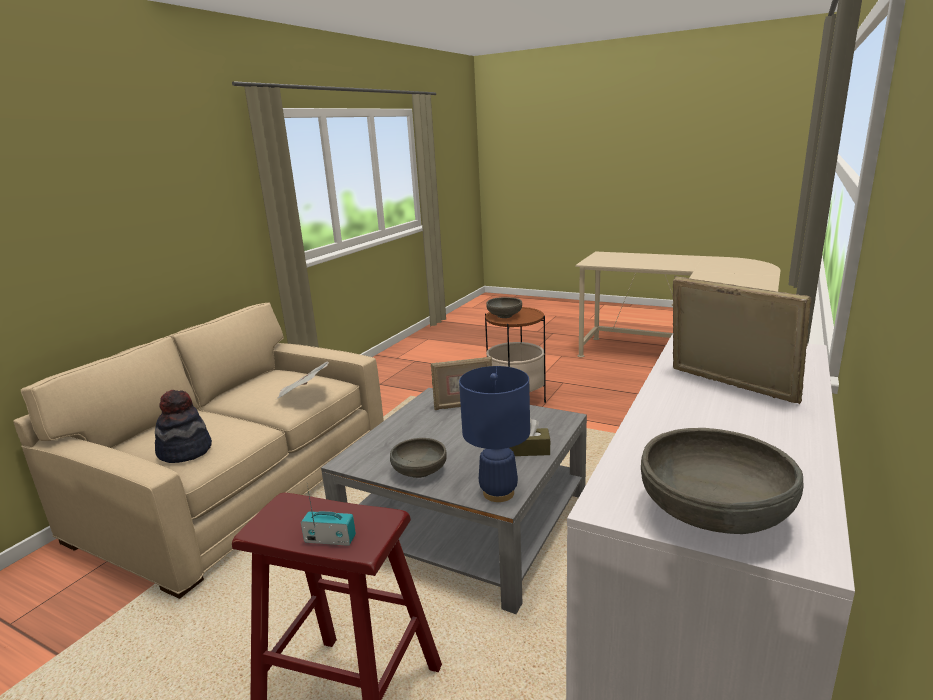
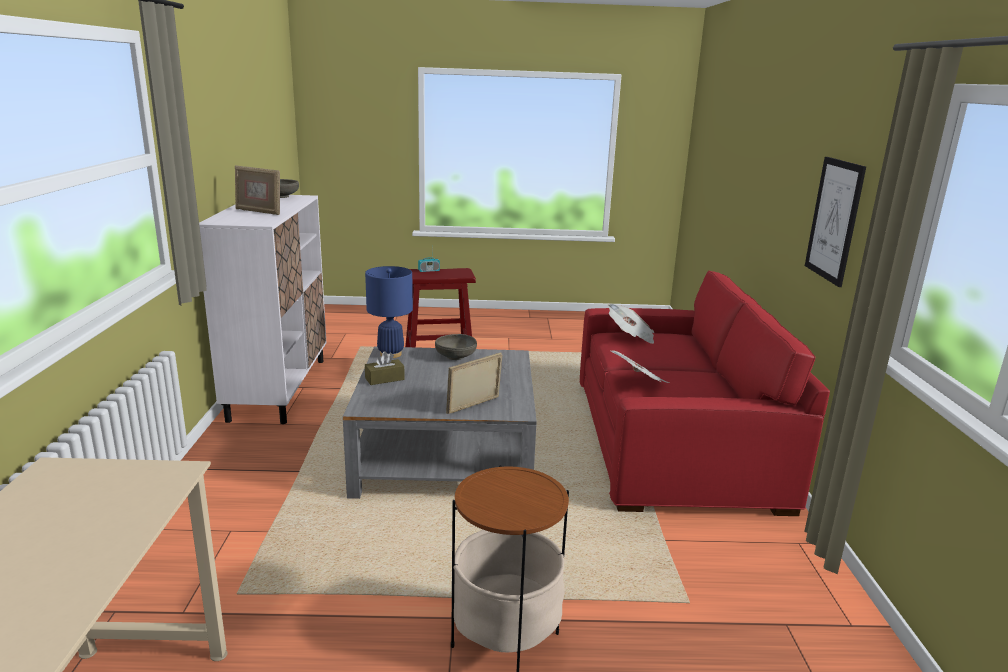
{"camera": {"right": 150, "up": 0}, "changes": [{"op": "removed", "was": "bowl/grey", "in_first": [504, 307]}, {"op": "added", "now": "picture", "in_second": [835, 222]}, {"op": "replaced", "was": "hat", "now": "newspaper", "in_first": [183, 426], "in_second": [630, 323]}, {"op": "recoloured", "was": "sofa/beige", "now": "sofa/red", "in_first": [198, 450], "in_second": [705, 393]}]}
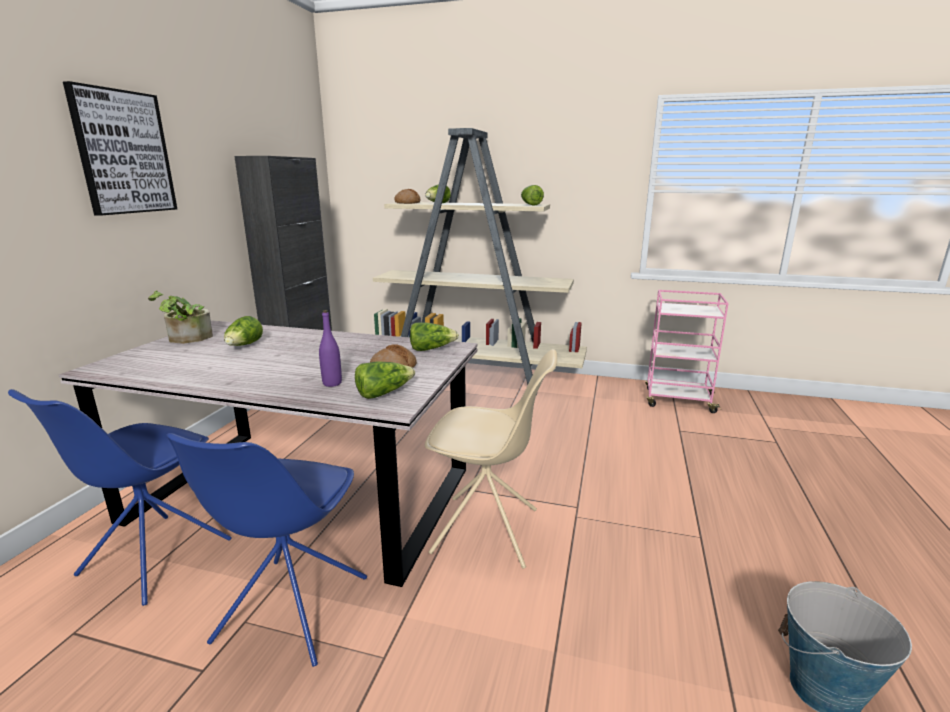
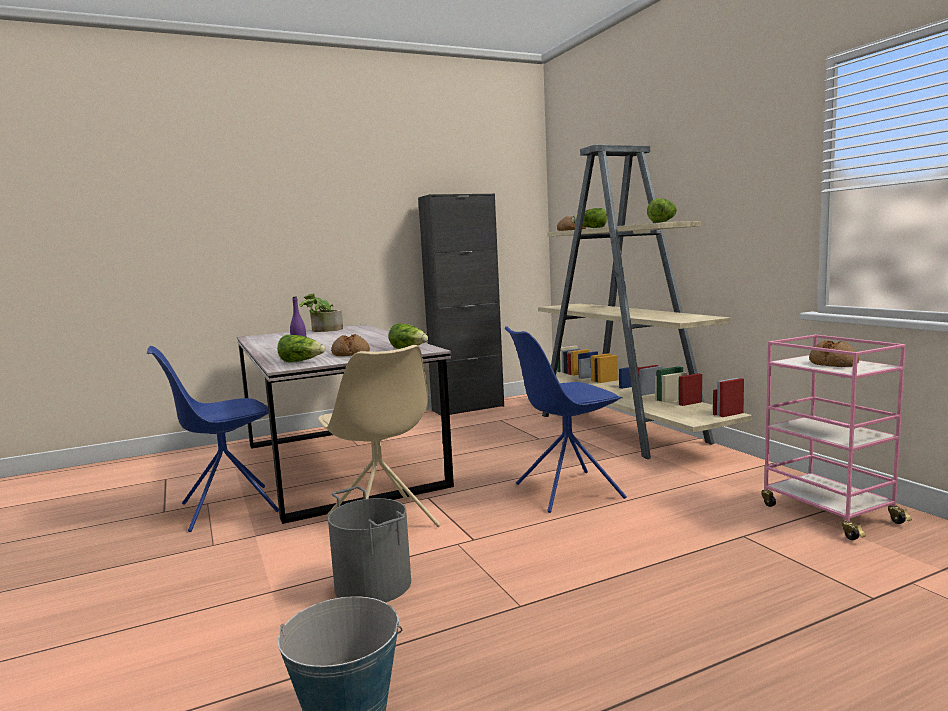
{"camera": {"right": 50, "up": -10}, "changes": [{"op": "removed", "was": "picture", "in_first": [120, 148]}, {"op": "removed", "was": "lettuce", "in_first": [243, 331]}, {"op": "added", "now": "bucket/grey", "in_second": [369, 544]}, {"op": "added", "now": "bread", "in_second": [834, 353]}, {"op": "moved", "was": "chair/blue", "in_first": [120, 497], "in_second": [566, 419]}]}
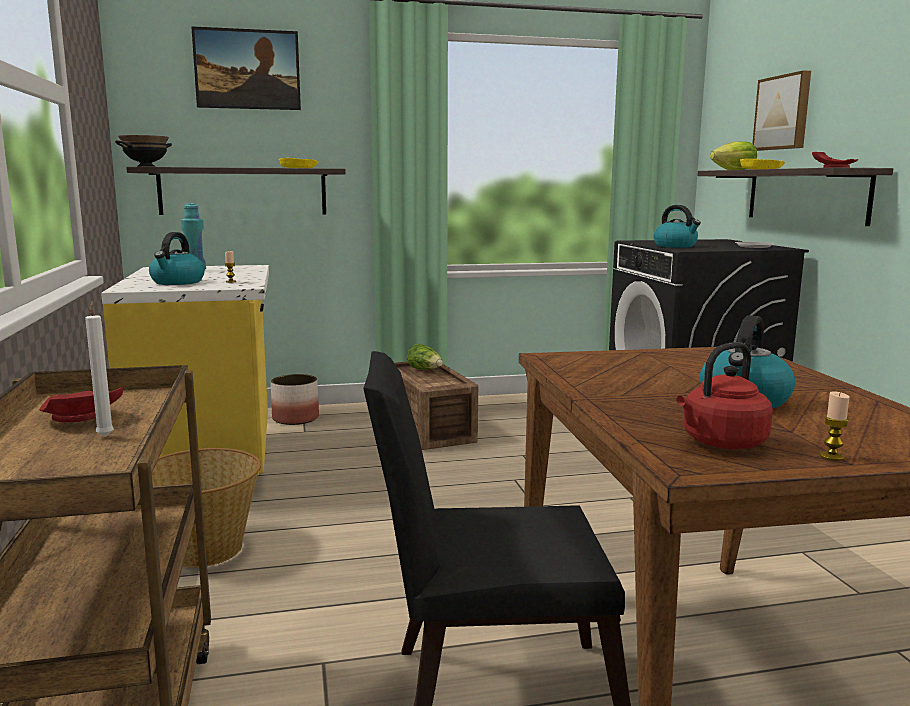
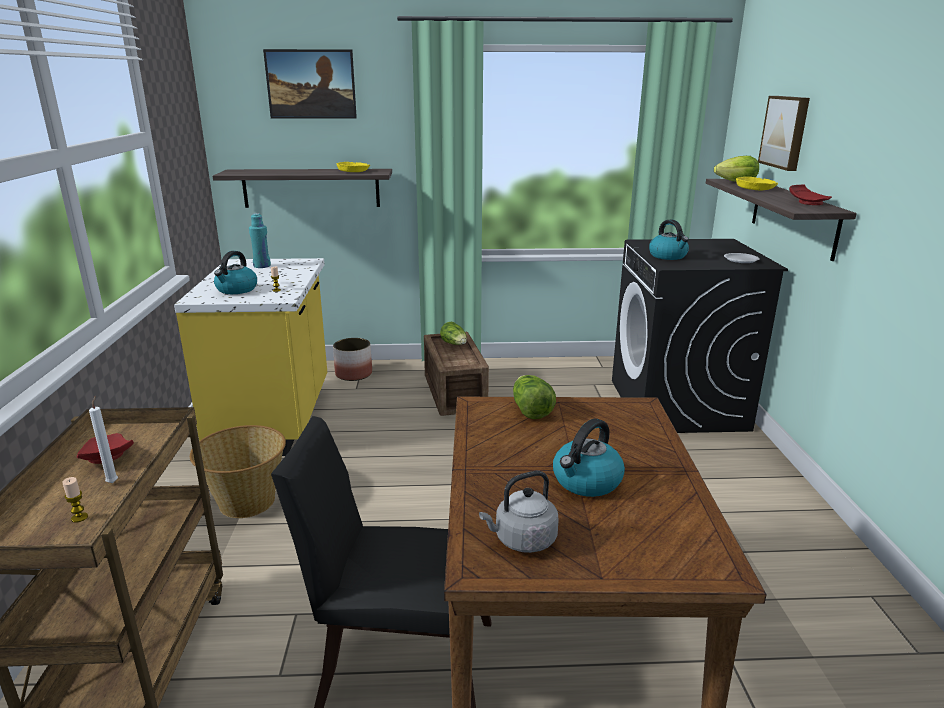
{"camera": {"right": 10, "up": 10}, "changes": [{"op": "removed", "was": "bowl/black", "in_first": [143, 151]}, {"op": "added", "now": "lettuce", "in_second": [534, 397]}, {"op": "moved", "was": "candle", "in_first": [835, 426], "in_second": [75, 500]}, {"op": "recoloured", "was": "kettle/red", "now": "kettle/grey", "in_first": [724, 395], "in_second": [519, 512]}]}
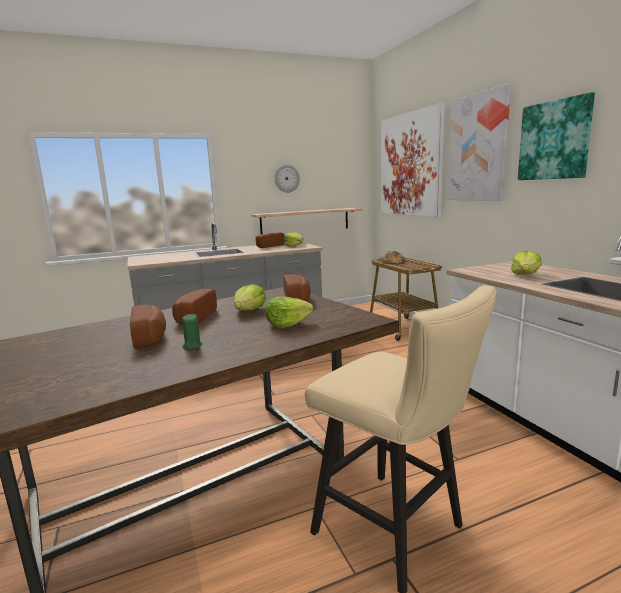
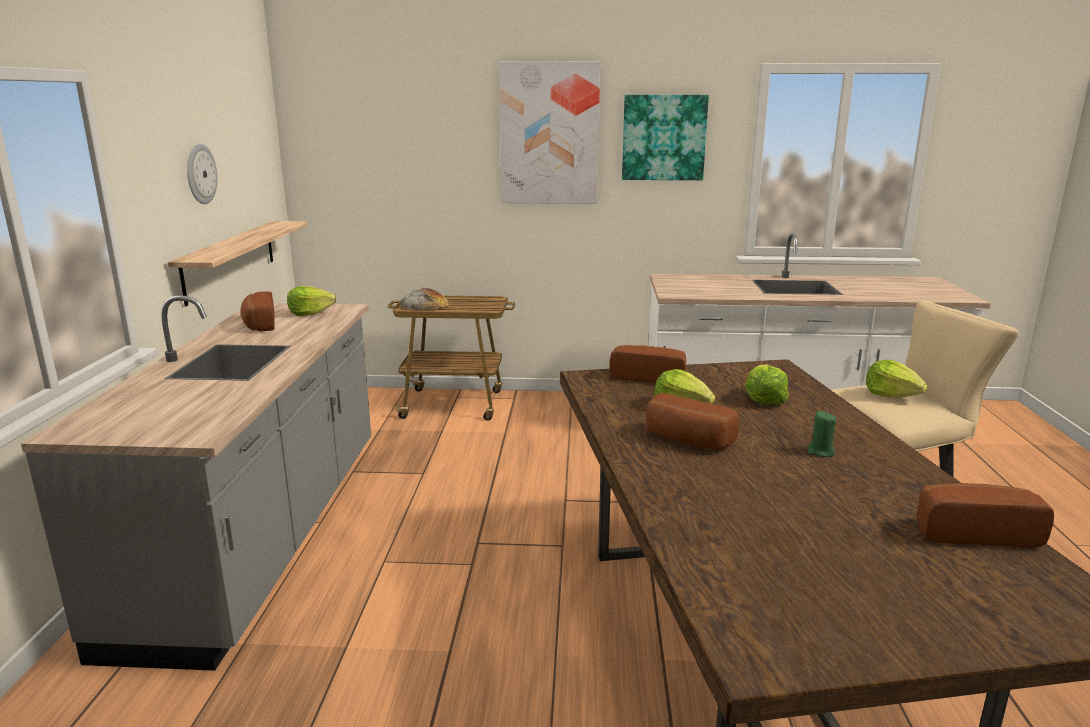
{"camera": {"right": -65, "up": 5}, "changes": [{"op": "removed", "was": "picture", "in_first": [413, 160]}, {"op": "moved", "was": "bread", "in_first": [148, 326], "in_second": [985, 515]}, {"op": "moved", "was": "lettuce", "in_first": [526, 263], "in_second": [896, 378]}]}
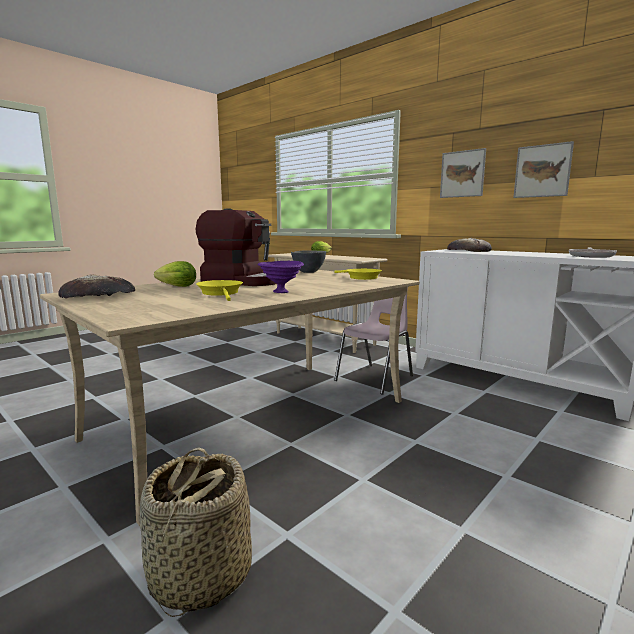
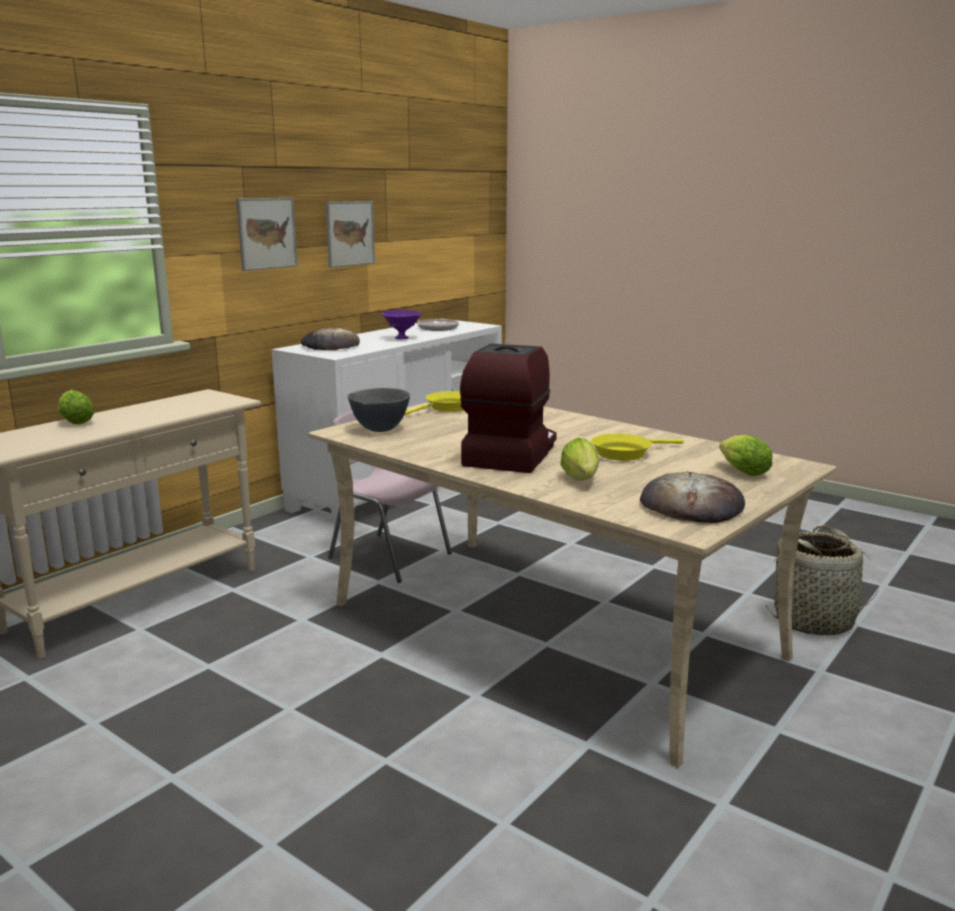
{"camera": {"right": -95, "up": 5}, "changes": [{"op": "added", "now": "lettuce", "in_second": [745, 455]}, {"op": "moved", "was": "bowl/purple", "in_first": [280, 277], "in_second": [402, 324]}]}
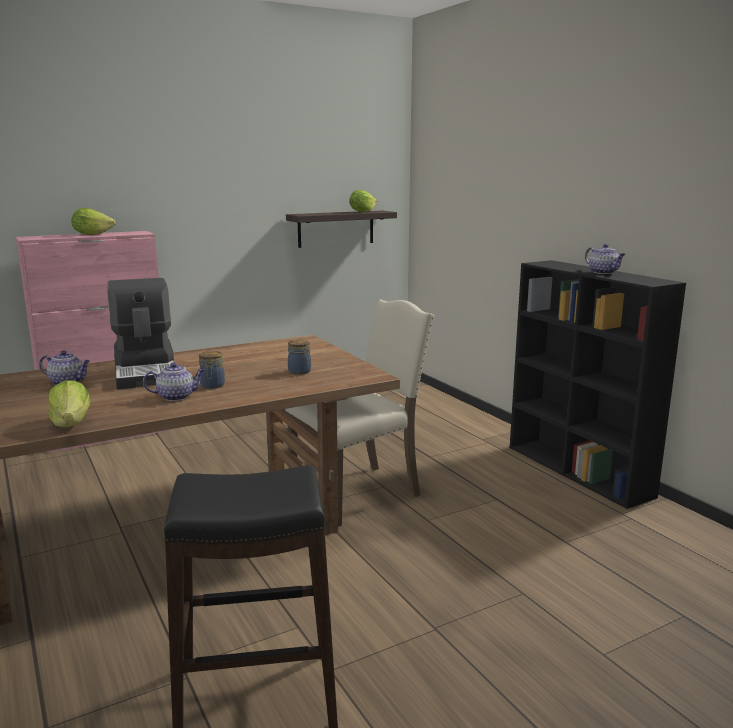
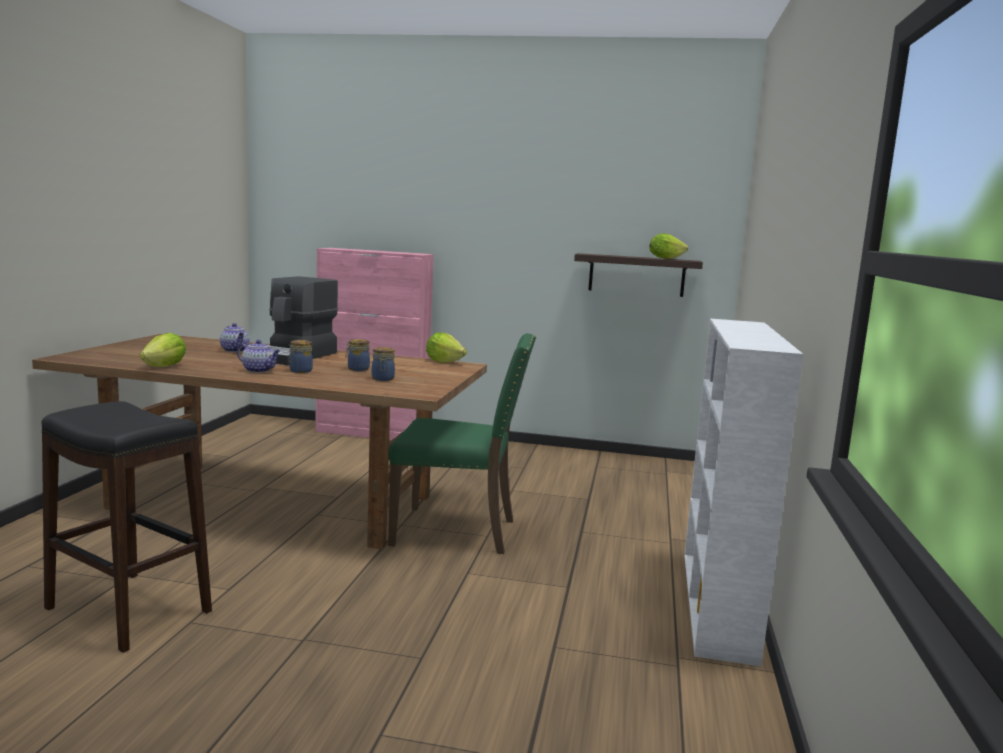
{"camera": {"right": 40, "up": -5}, "changes": [{"op": "removed", "was": "teapot", "in_first": [605, 259]}, {"op": "added", "now": "jar", "in_second": [357, 355]}, {"op": "moved", "was": "lettuce", "in_first": [93, 221], "in_second": [446, 347]}, {"op": "recoloured", "was": "chair/beige", "now": "chair/green", "in_first": [359, 413], "in_second": [462, 443]}, {"op": "recoloured", "was": "bookcase/black", "now": "bookcase/white", "in_first": [598, 384], "in_second": [743, 493]}]}
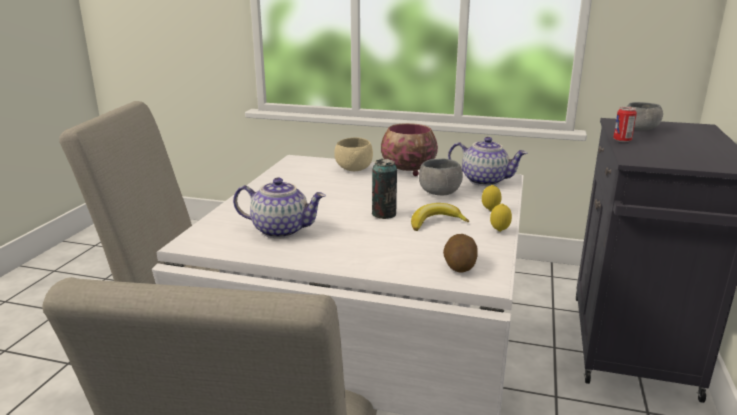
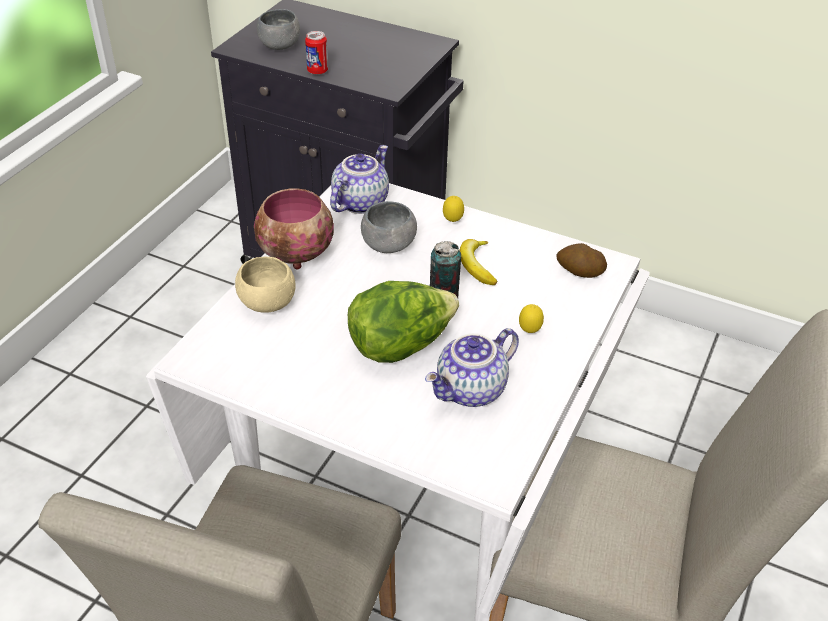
{"camera": {"right": -80, "up": 20}, "changes": [{"op": "added", "now": "lettuce", "in_second": [403, 322]}, {"op": "moved", "was": "lemon", "in_first": [501, 218], "in_second": [531, 318]}, {"op": "turned", "was": "teapot", "in_first": [279, 208], "in_second": [472, 367], "clockwise": -150}]}
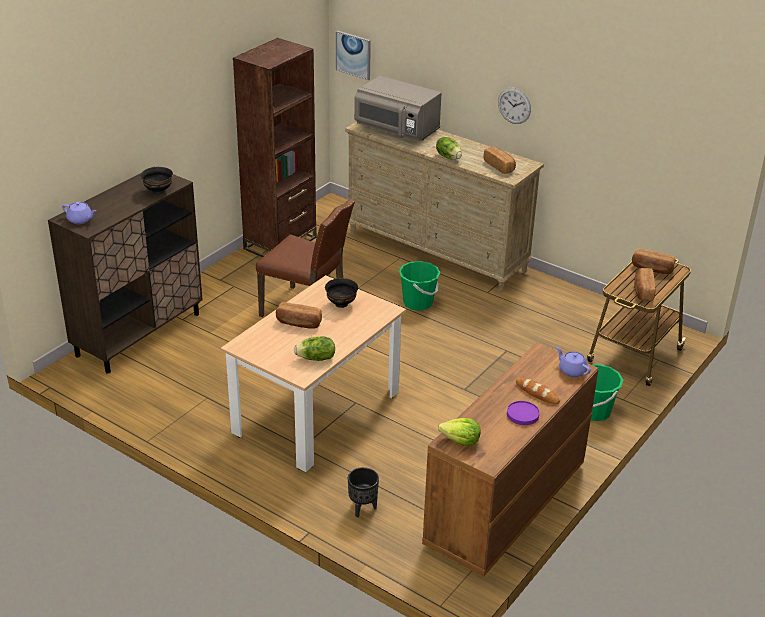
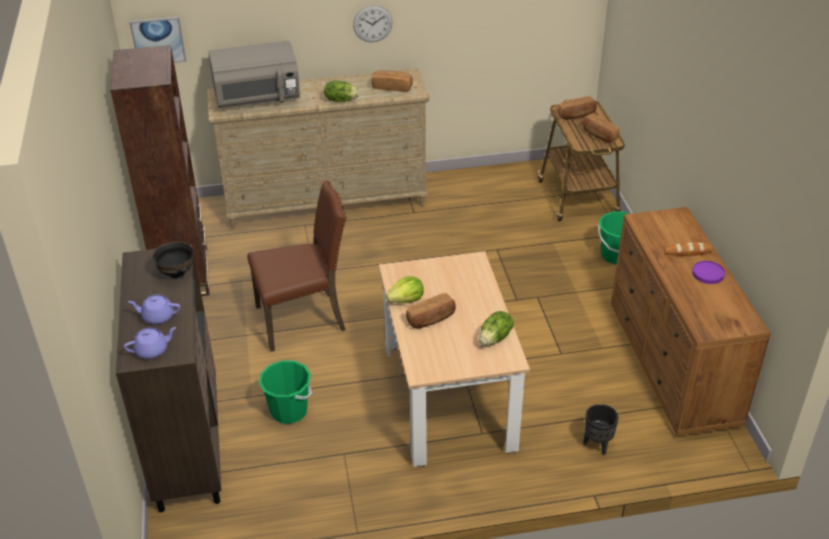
{"camera": {"right": -45, "up": 5}, "changes": [{"op": "removed", "was": "bowl/black", "in_first": [341, 293]}, {"op": "moved", "was": "bucket/green", "in_first": [419, 286], "in_second": [285, 392]}, {"op": "moved", "was": "lettuce", "in_first": [459, 432], "in_second": [405, 289]}, {"op": "moved", "was": "teapot/purple", "in_first": [574, 362], "in_second": [154, 310]}]}
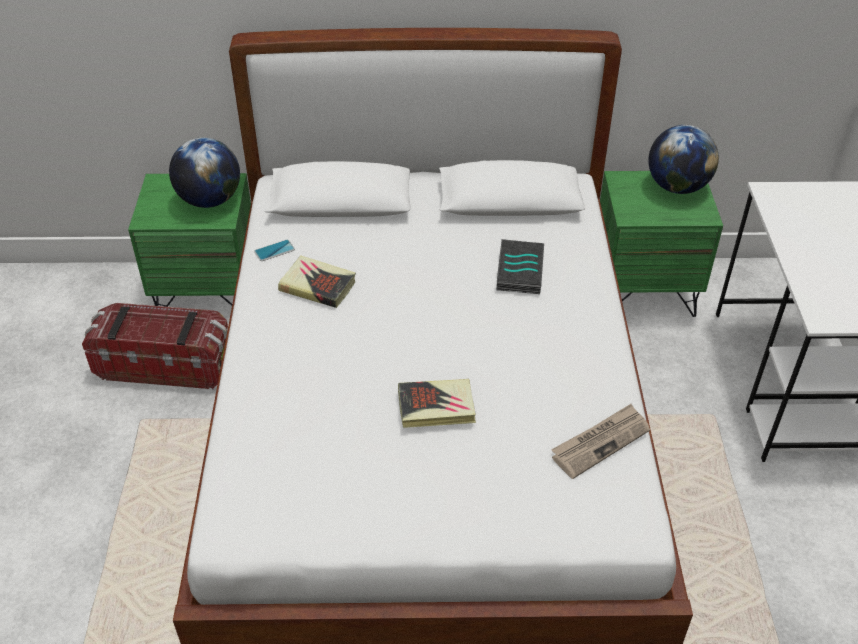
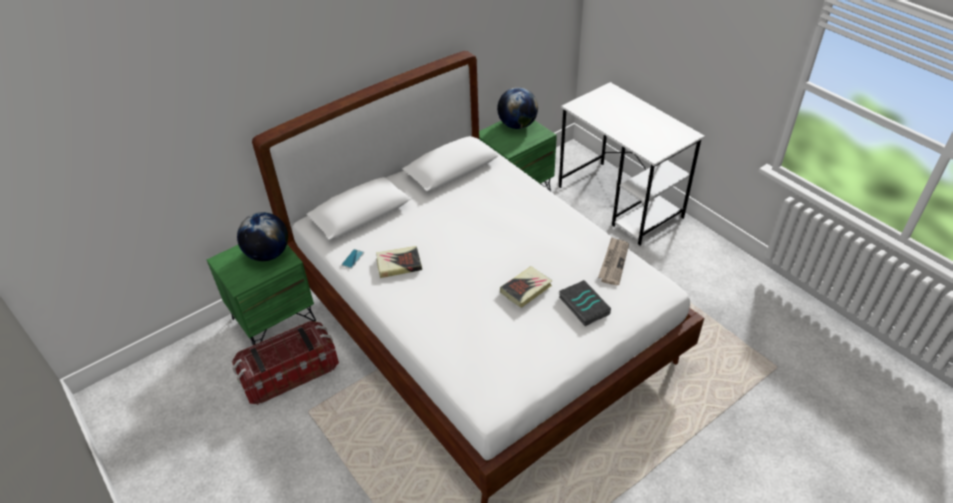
{"camera": {"right": -35, "up": 0}, "changes": [{"op": "moved", "was": "book", "in_first": [520, 266], "in_second": [585, 303]}]}
